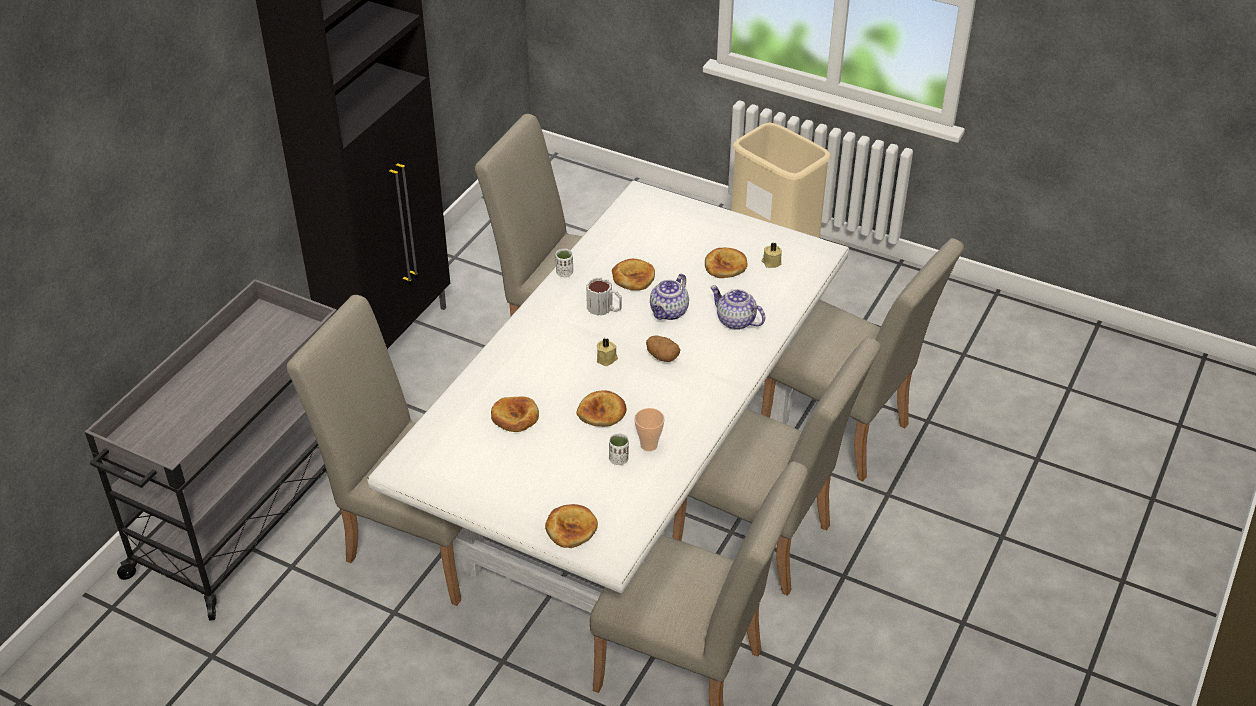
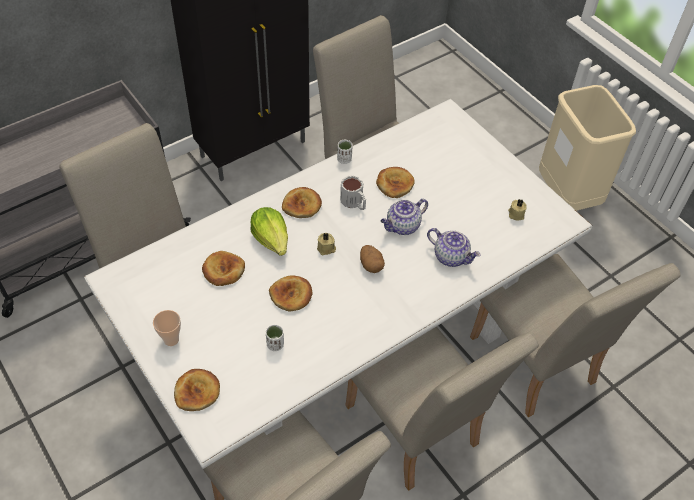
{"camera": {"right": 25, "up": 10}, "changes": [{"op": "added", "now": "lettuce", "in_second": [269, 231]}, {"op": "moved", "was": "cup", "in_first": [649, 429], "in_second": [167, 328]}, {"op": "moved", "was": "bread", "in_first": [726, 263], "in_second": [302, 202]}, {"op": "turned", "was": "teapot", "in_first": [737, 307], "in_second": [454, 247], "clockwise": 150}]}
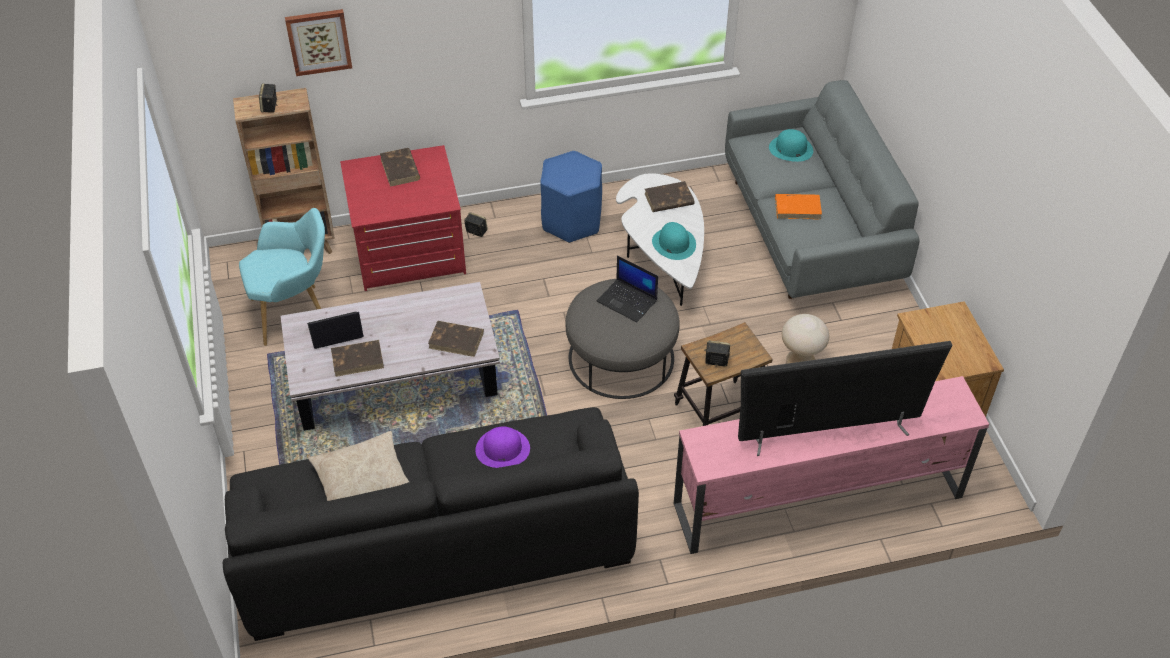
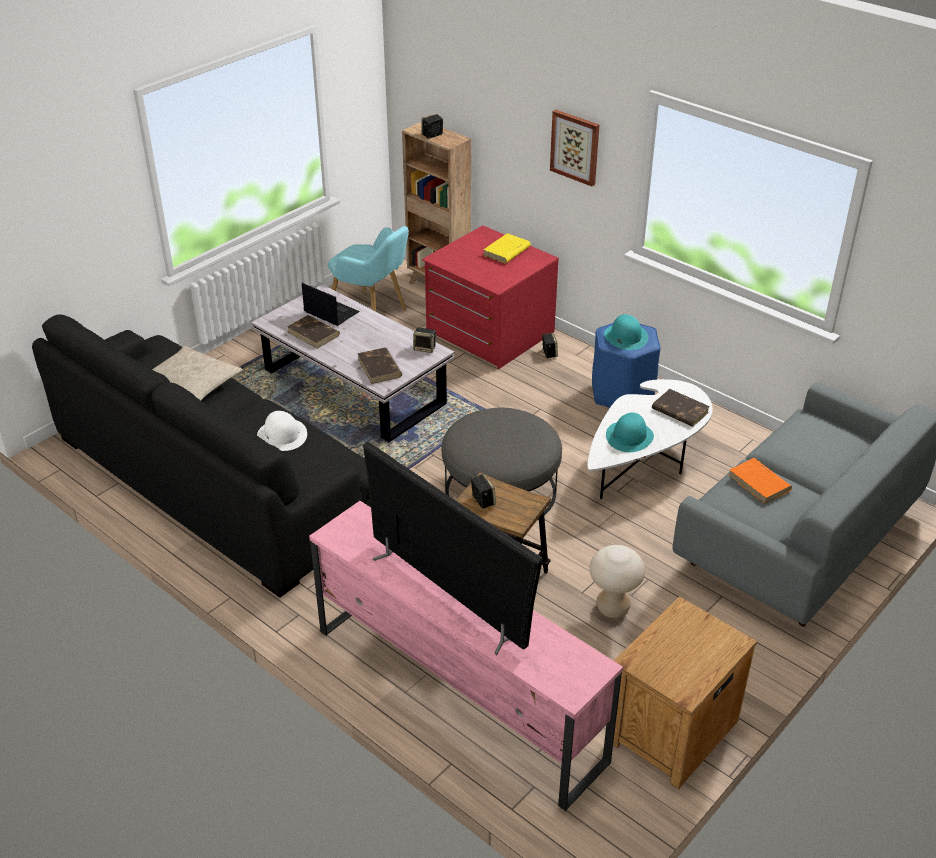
{"camera": {"right": 55, "up": -10}, "changes": [{"op": "removed", "was": "laptop", "in_first": [627, 288]}, {"op": "added", "now": "speaker", "in_second": [425, 340]}, {"op": "moved", "was": "picture", "in_first": [318, 42], "in_second": [574, 148]}, {"op": "moved", "was": "hat/turquoise", "in_first": [791, 145], "in_second": [626, 332]}, {"op": "recoloured", "was": "book/brown", "now": "book/yellow", "in_first": [400, 167], "in_second": [507, 248]}, {"op": "recoloured", "was": "hat/purple", "now": "hat/white", "in_first": [502, 447], "in_second": [282, 431]}]}
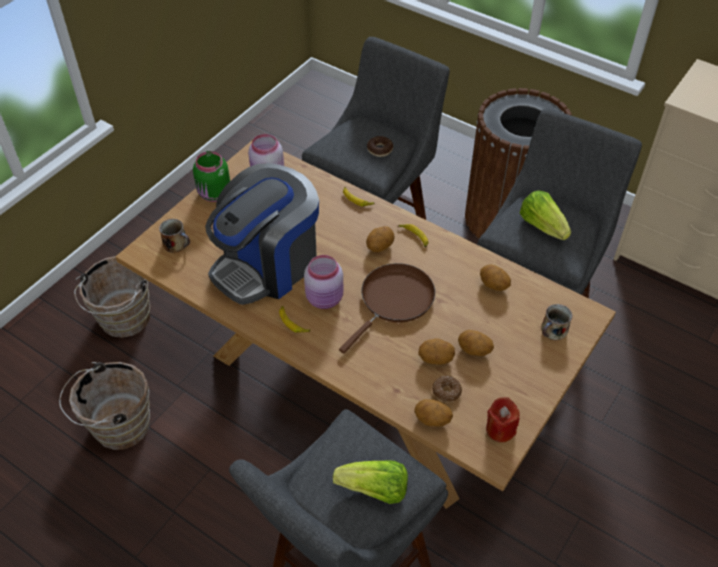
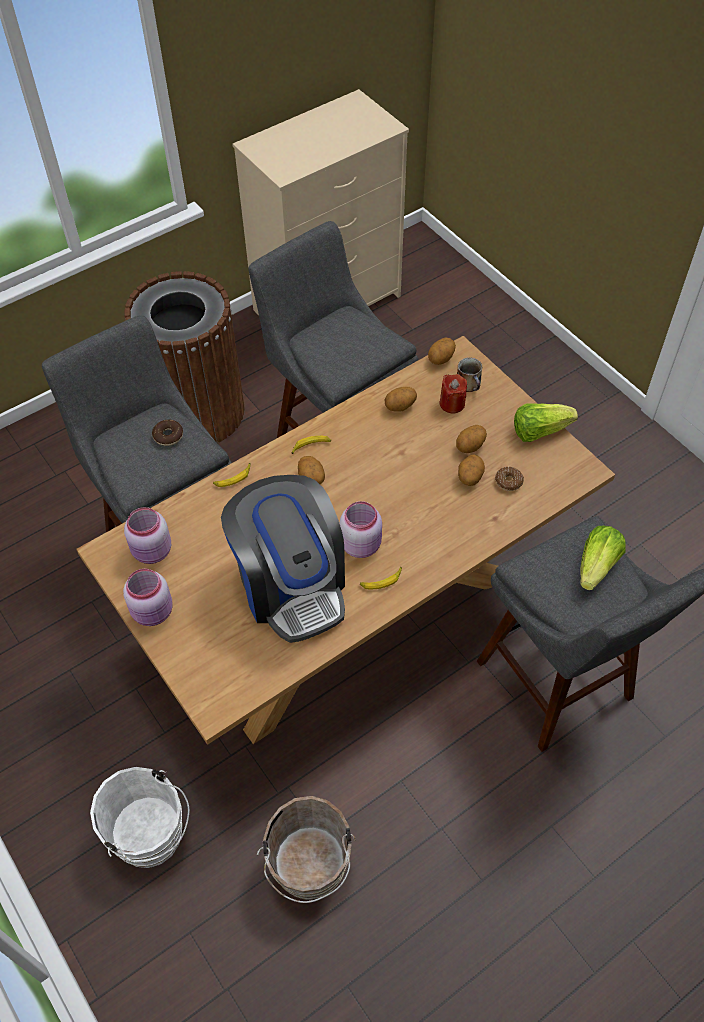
{"camera": {"right": -70, "up": 5}, "changes": [{"op": "removed", "was": "mug", "in_first": [174, 235]}, {"op": "removed", "was": "frying pan/brown", "in_first": [387, 308]}, {"op": "moved", "was": "potato", "in_first": [433, 413], "in_second": [442, 351]}, {"op": "moved", "was": "candle/red", "in_first": [503, 419], "in_second": [453, 393]}, {"op": "moved", "was": "lettuce", "in_first": [545, 215], "in_second": [546, 422]}, {"op": "recoloured", "was": "bucket/brown", "now": "bucket/white", "in_first": [112, 297], "in_second": [139, 817]}, {"op": "recoloured", "was": "jar/green", "now": "jar/pink", "in_first": [211, 176], "in_second": [148, 597]}]}
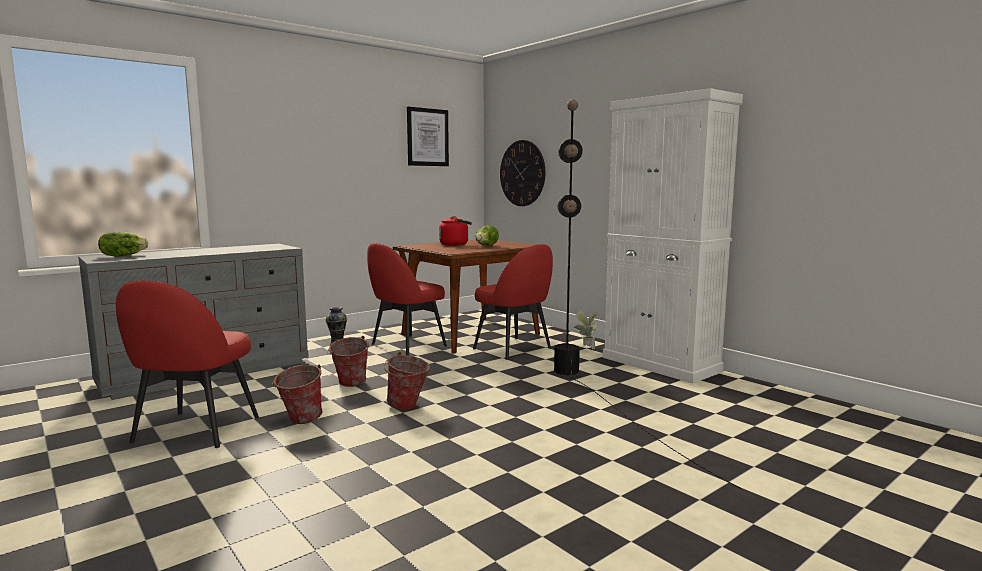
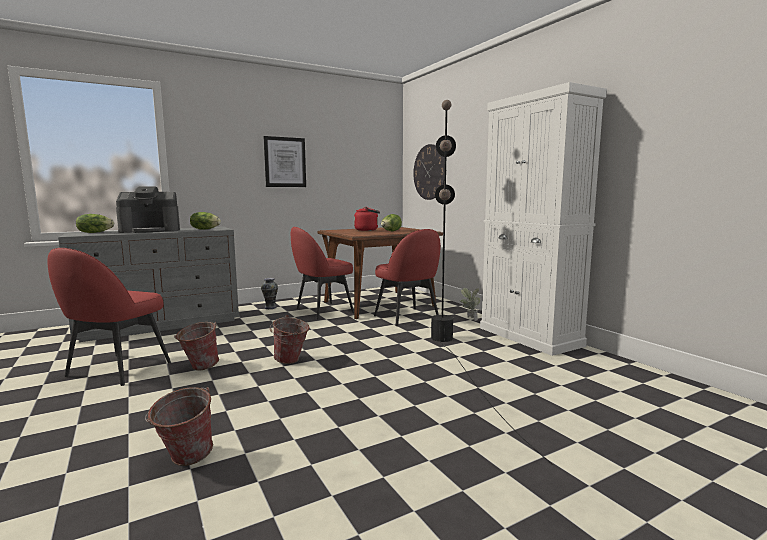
{"camera": {"right": 10, "up": 0}, "changes": [{"op": "added", "now": "coffee machine", "in_second": [148, 209]}, {"op": "added", "now": "lettuce", "in_second": [205, 221]}, {"op": "moved", "was": "bucket", "in_first": [348, 361], "in_second": [179, 426]}, {"op": "moved", "was": "picture", "in_first": [428, 136], "in_second": [284, 161]}]}
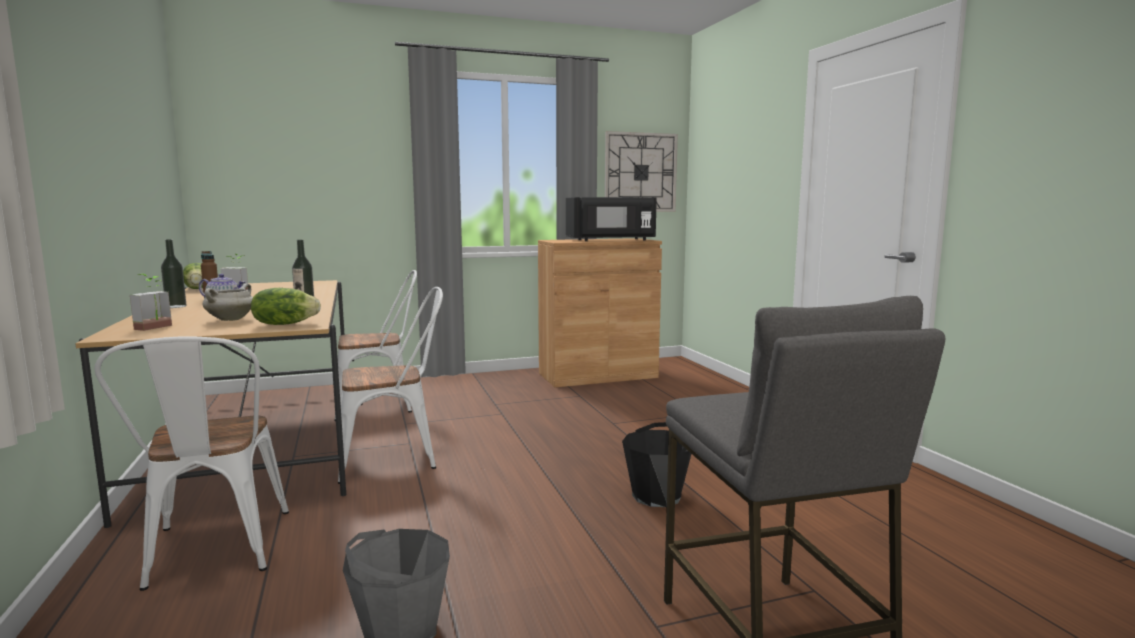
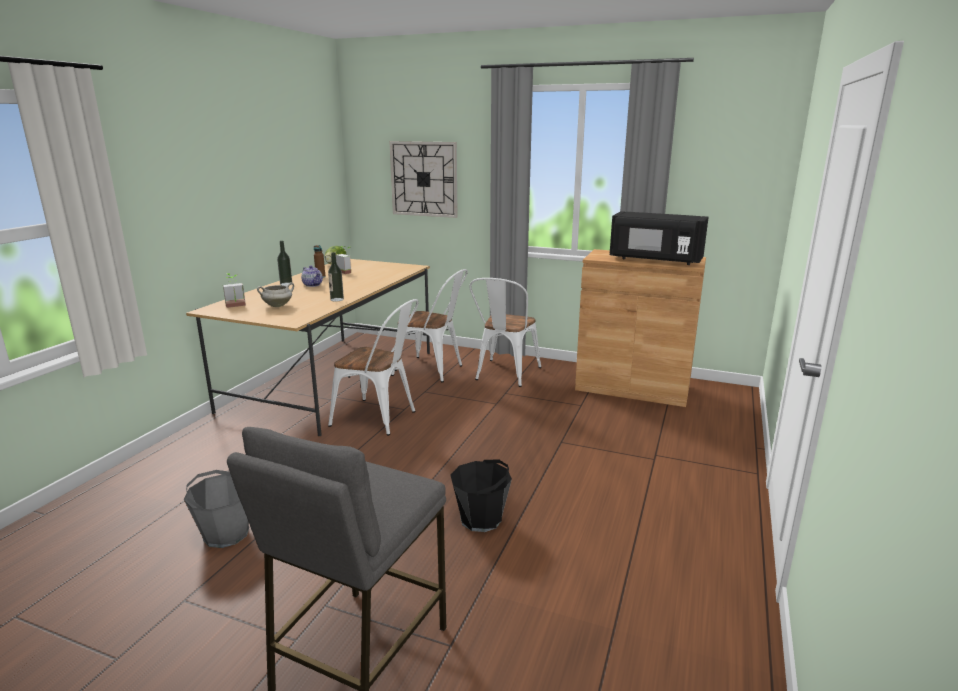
{"camera": {"right": 40, "up": 10}, "changes": [{"op": "removed", "was": "lettuce", "in_first": [286, 306]}, {"op": "moved", "was": "chair/white", "in_first": [191, 464], "in_second": [505, 332]}, {"op": "moved", "was": "wall clock", "in_first": [641, 171], "in_second": [423, 179]}]}
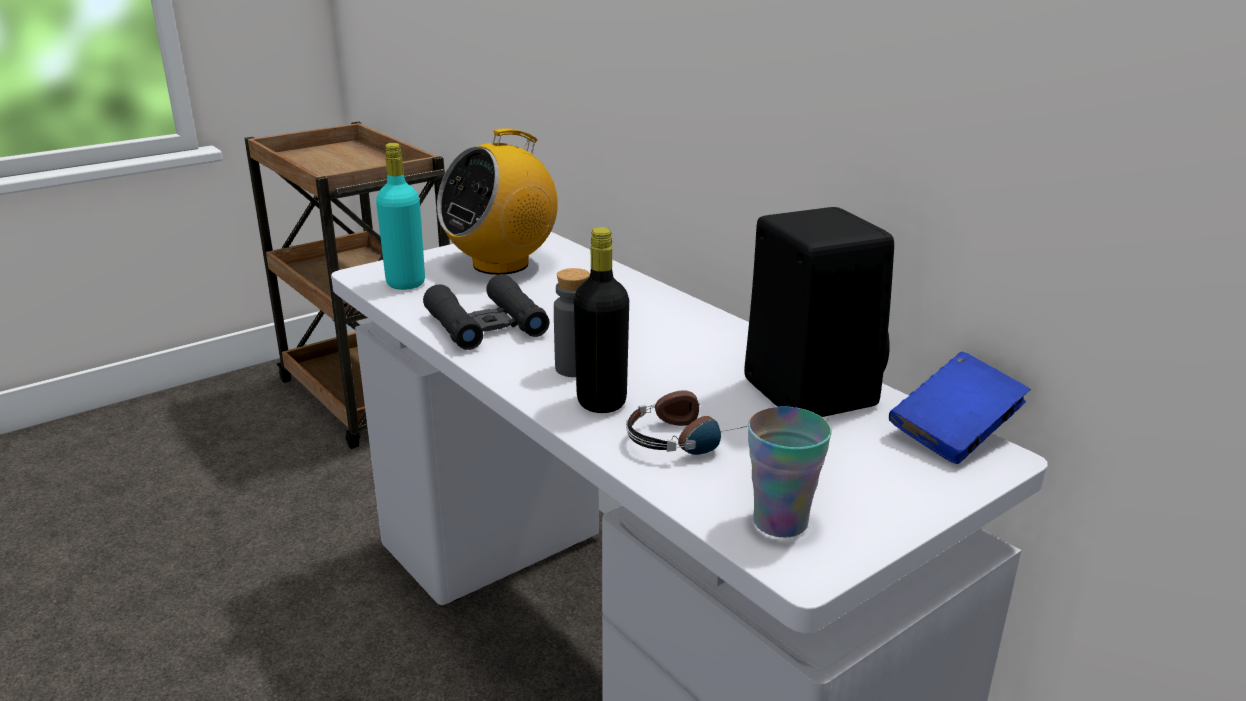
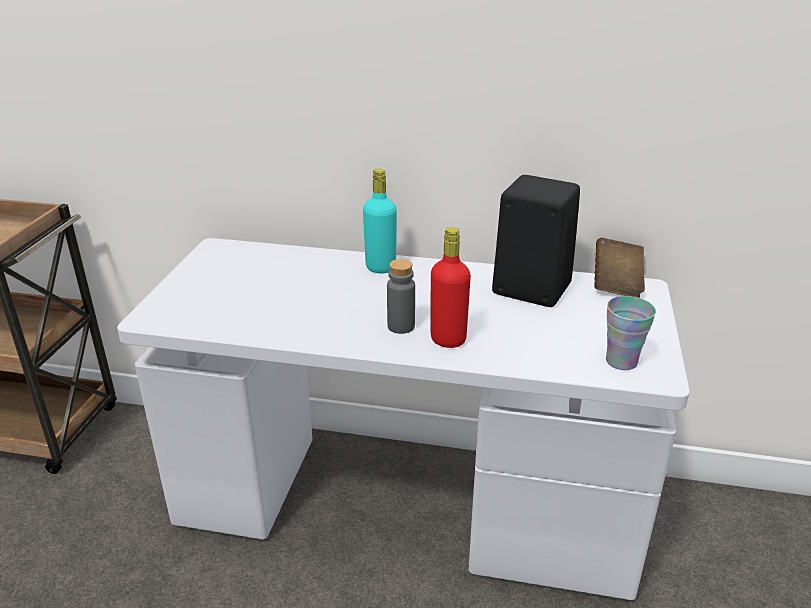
{"camera": {"right": -40, "up": 5}, "changes": [{"op": "removed", "was": "binoculars/black", "in_first": [486, 312]}, {"op": "removed", "was": "radio", "in_first": [497, 201]}, {"op": "removed", "was": "headphones", "in_first": [686, 422]}, {"op": "moved", "was": "bottle/turquoise", "in_first": [400, 216], "in_second": [380, 220]}, {"op": "recoloured", "was": "bottle/black", "now": "bottle/red", "in_first": [601, 320], "in_second": [451, 287]}, {"op": "recoloured", "was": "book/blue", "now": "book/brown", "in_first": [960, 407], "in_second": [619, 268]}]}
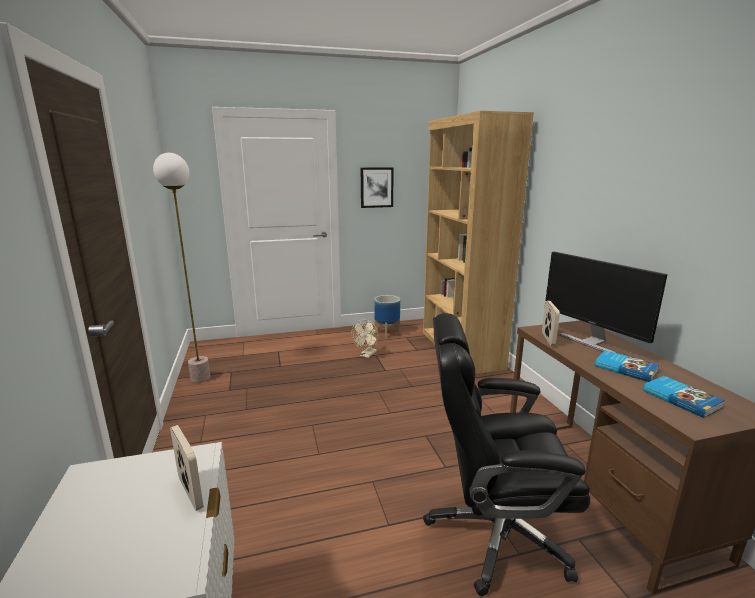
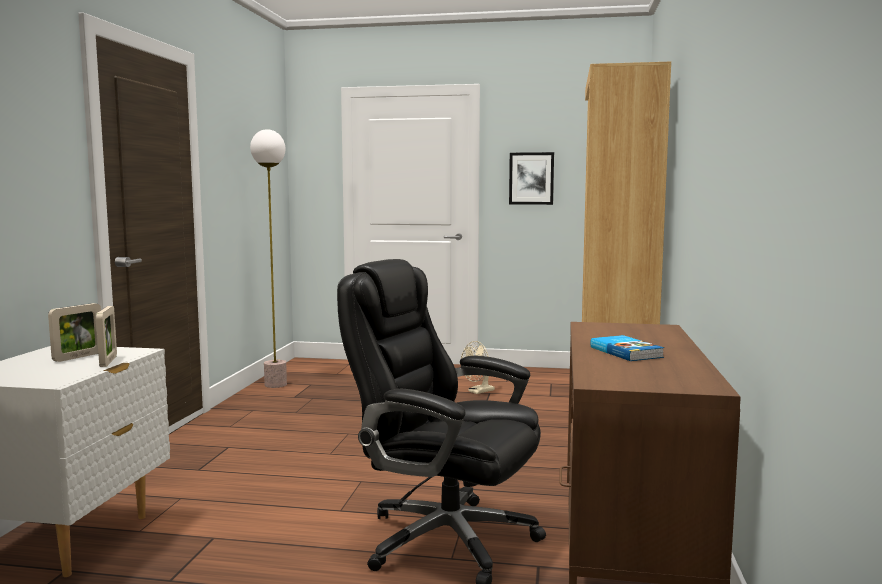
{"camera": {"right": 25, "up": -10}, "changes": [{"op": "removed", "was": "planter", "in_first": [387, 316]}, {"op": "removed", "was": "monitor", "in_first": [606, 302]}, {"op": "removed", "was": "book", "in_first": [684, 397]}, {"op": "moved", "was": "picture frame", "in_first": [551, 323], "in_second": [74, 332]}]}
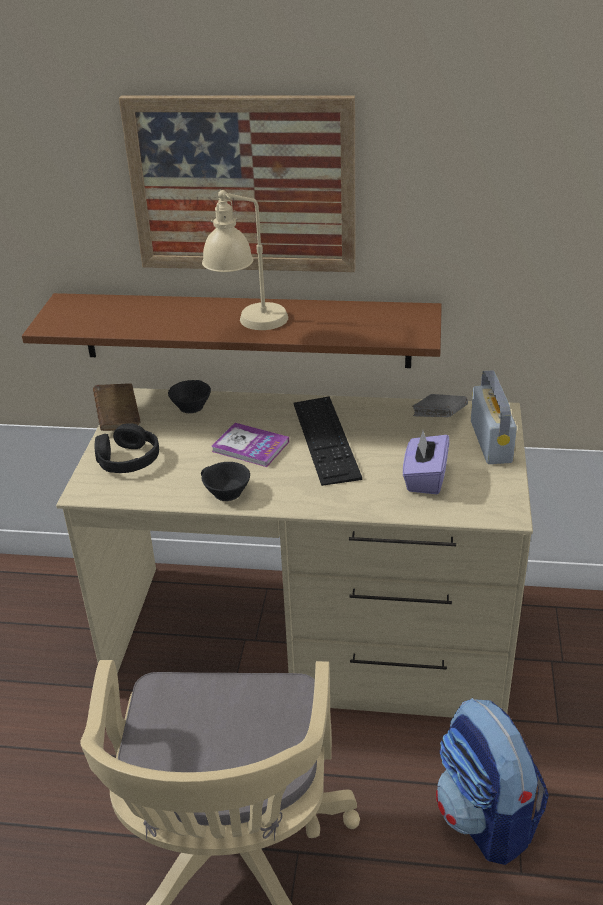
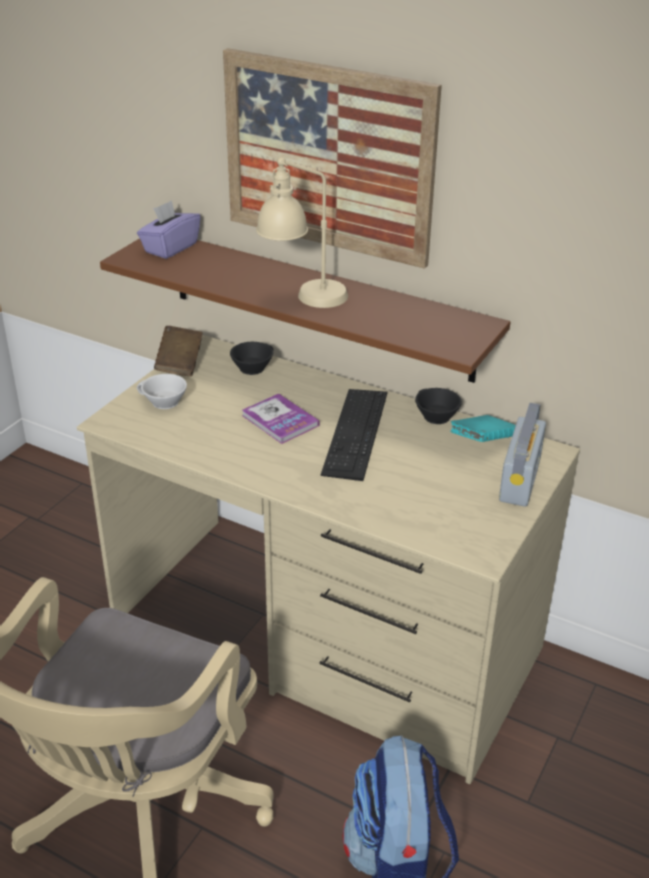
{"camera": {"right": 20, "up": 0}, "changes": [{"op": "moved", "was": "cup/black", "in_first": [225, 481], "in_second": [438, 406]}, {"op": "moved", "was": "tissue box/purple", "in_first": [426, 462], "in_second": [169, 229]}, {"op": "replaced", "was": "headphones/black", "now": "cup/white", "in_first": [127, 448], "in_second": [162, 391]}, {"op": "recoloured", "was": "book/grey", "now": "book/turquoise", "in_first": [440, 405], "in_second": [483, 428]}]}
